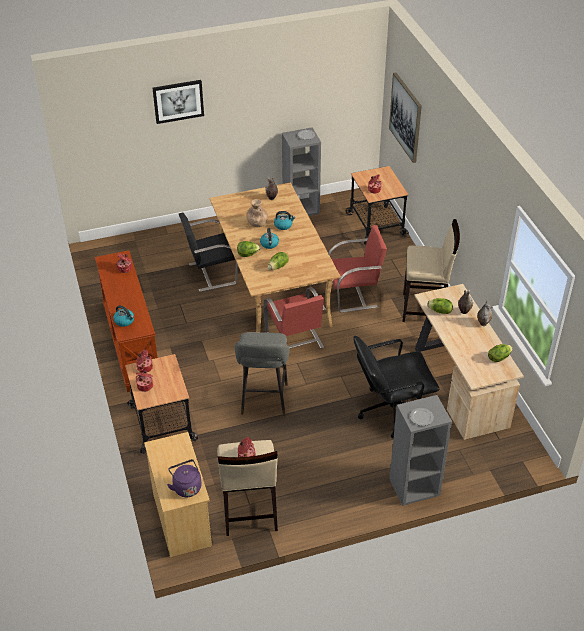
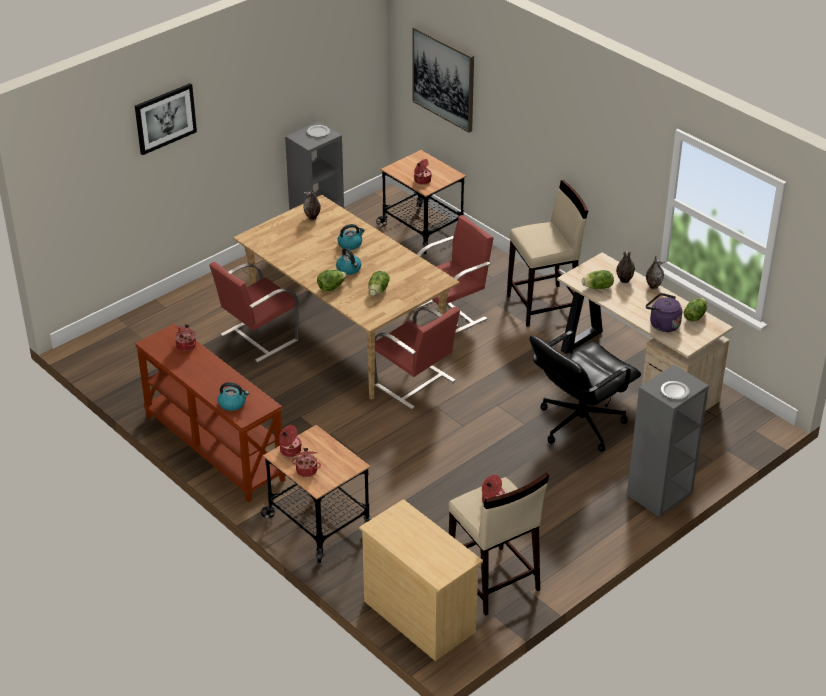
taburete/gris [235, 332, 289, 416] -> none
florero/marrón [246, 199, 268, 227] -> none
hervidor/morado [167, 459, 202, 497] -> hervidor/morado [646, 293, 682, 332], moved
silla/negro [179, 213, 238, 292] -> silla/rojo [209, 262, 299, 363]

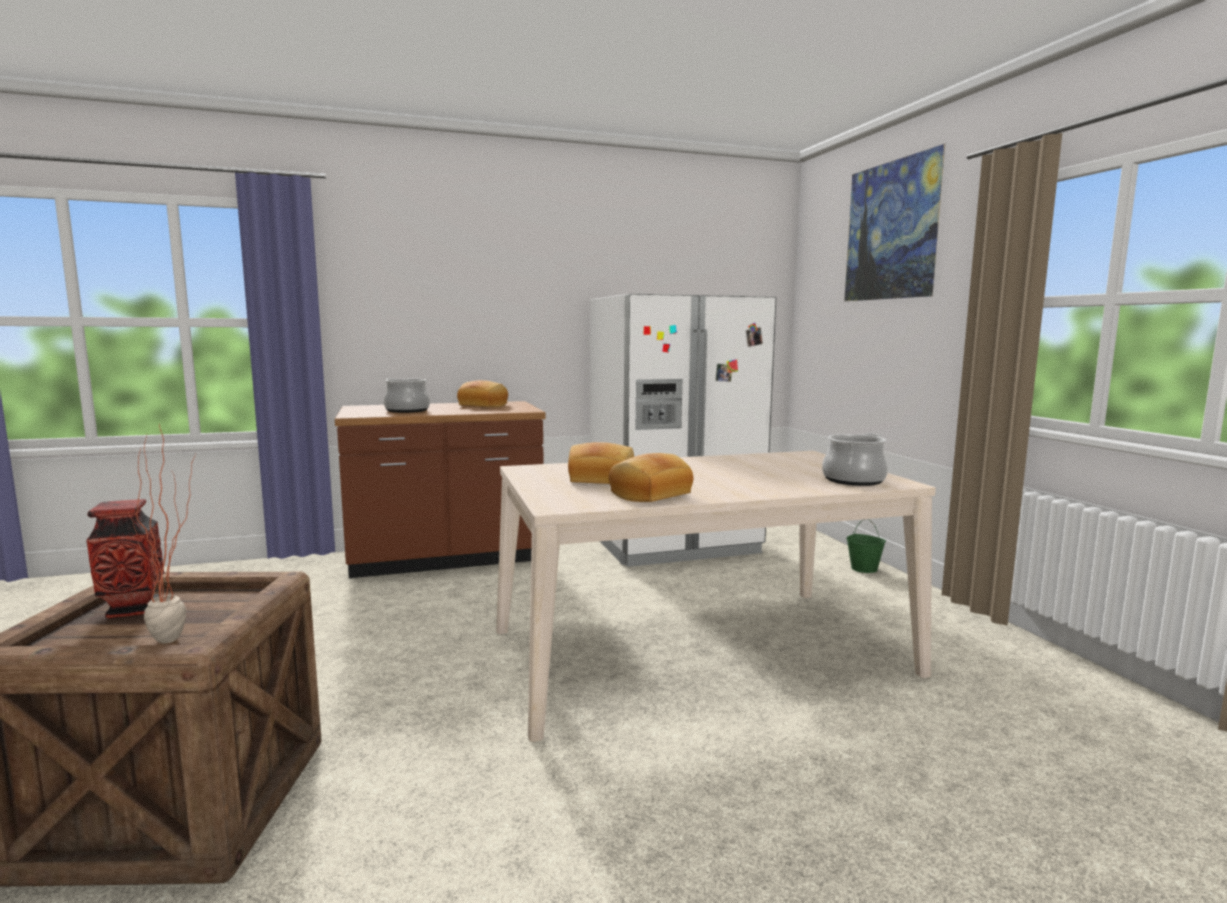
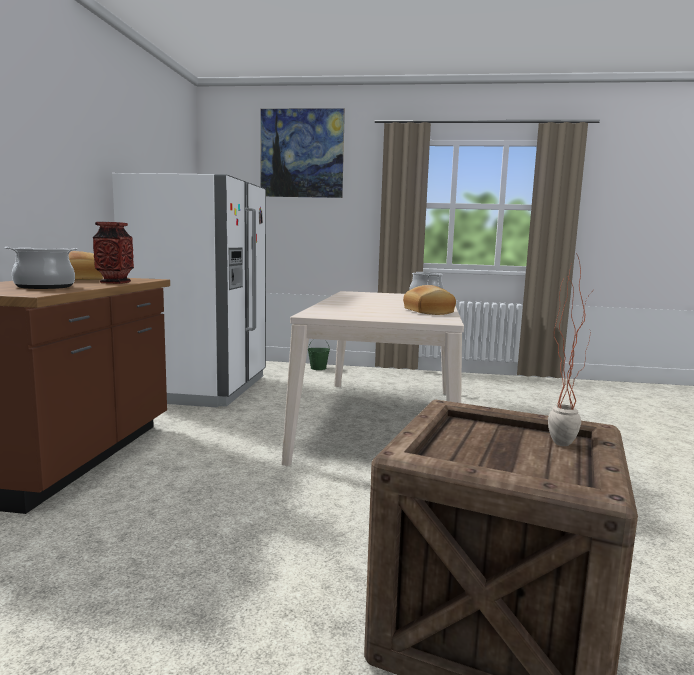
pan [568, 442, 634, 484] -> none
florero [87, 499, 165, 618] -> florero [93, 222, 134, 284], moved

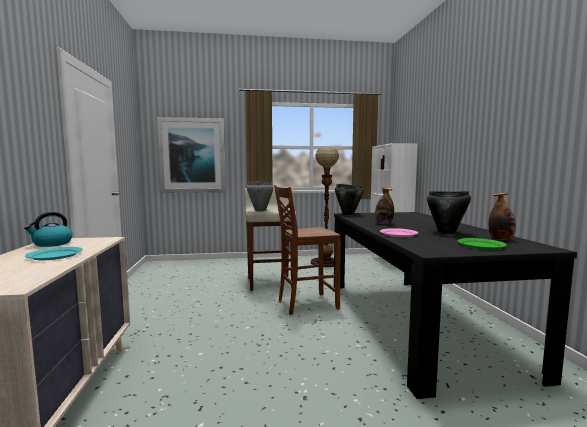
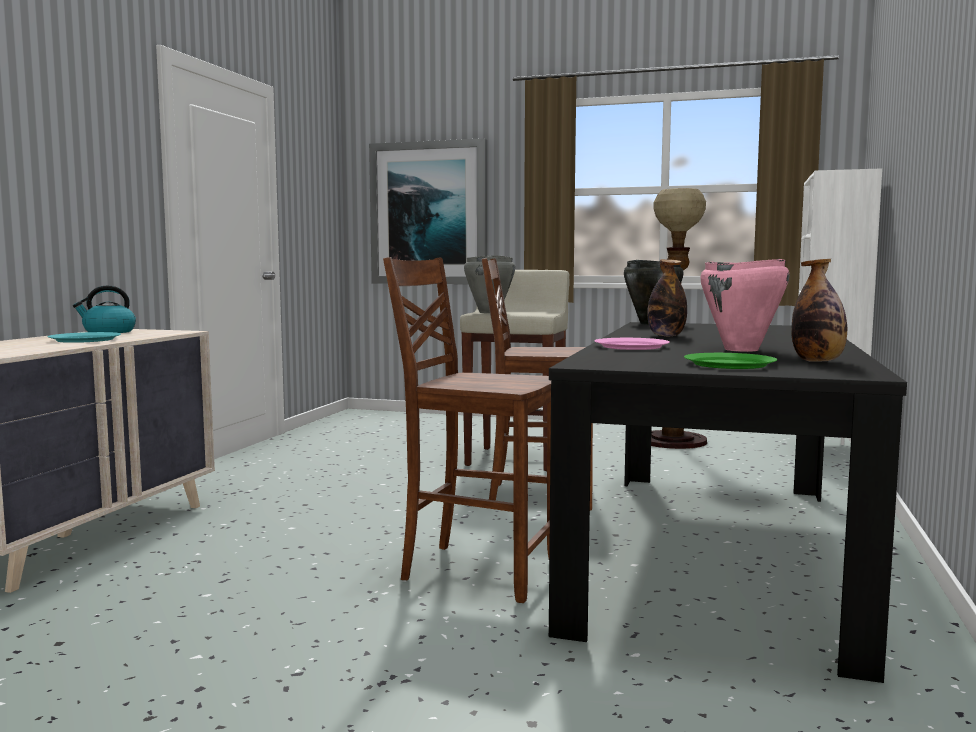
none -> silla/marrón [383, 257, 551, 603]
olla/negro [427, 191, 471, 234] -> olla/rosa [700, 259, 790, 352]

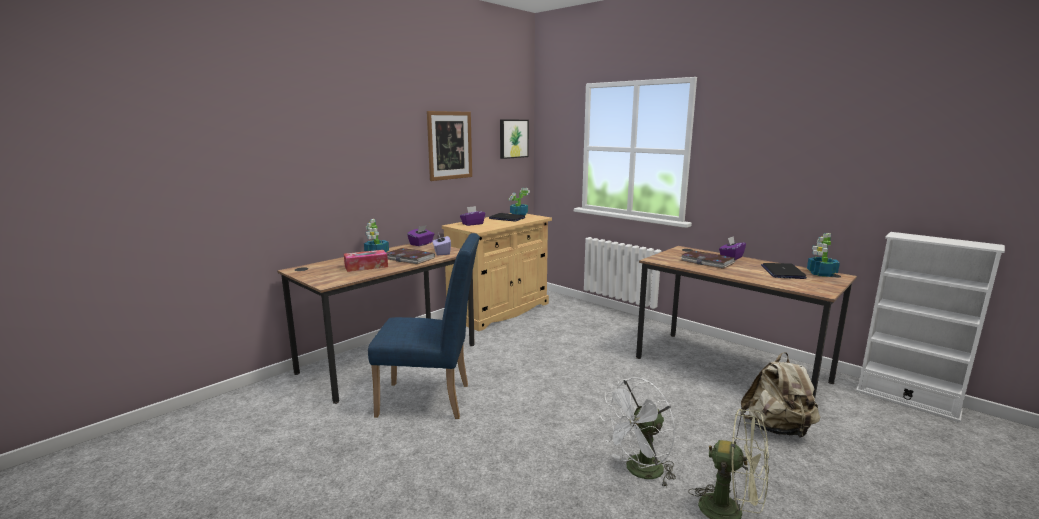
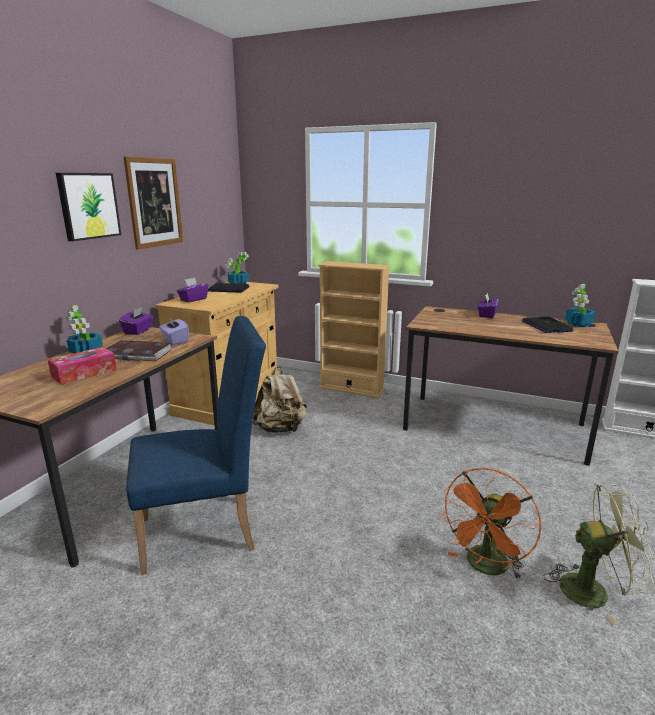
libro [680, 250, 735, 269] -> none
none -> estantería/beis [318, 261, 390, 398]
cuadro [500, 120, 529, 159] -> cuadro [56, 173, 121, 241], moved
mochila/beis [741, 352, 820, 438] -> mochila/beis [252, 366, 307, 433], moved
ventilador/blanco [600, 377, 676, 488] -> ventilador/naranja [440, 468, 541, 581]

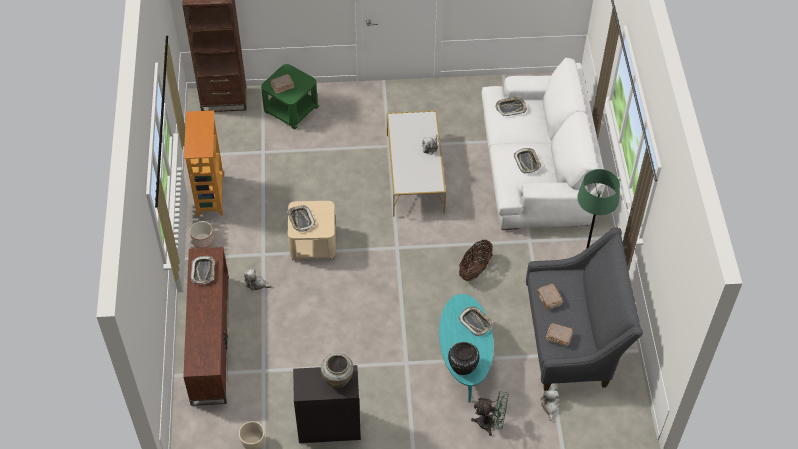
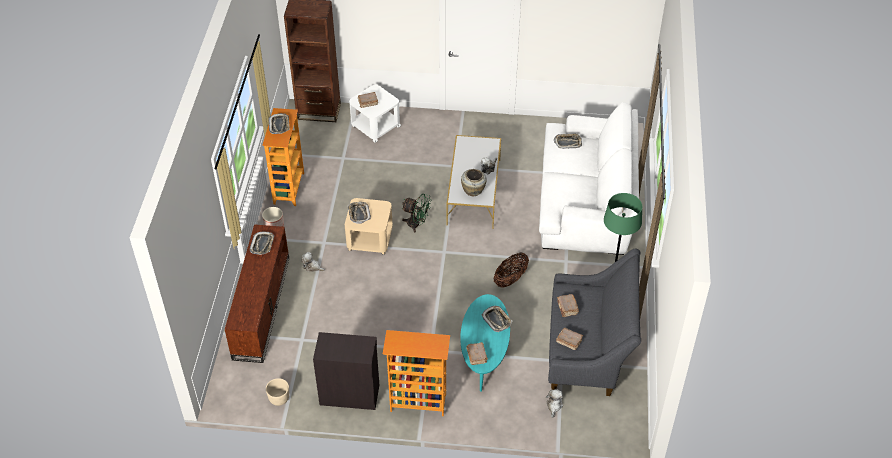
none -> estantería [383, 330, 450, 416]
florero/beis [321, 353, 354, 388] -> florero/beis [461, 169, 487, 196], moved
ventilador/verde [471, 391, 508, 436] -> ventilador/verde [402, 194, 431, 232], moved
bandeja [514, 148, 542, 173] -> bandeja [269, 113, 290, 134], moved
florero/negro [448, 342, 480, 375] -> libro/marrón [466, 342, 488, 365]
mesa auxiliar/verde [261, 64, 319, 130] -> mesa auxiliar/blanco [349, 85, 401, 143]

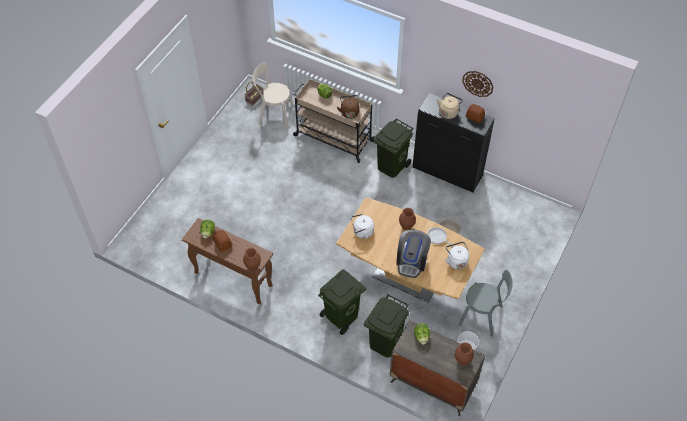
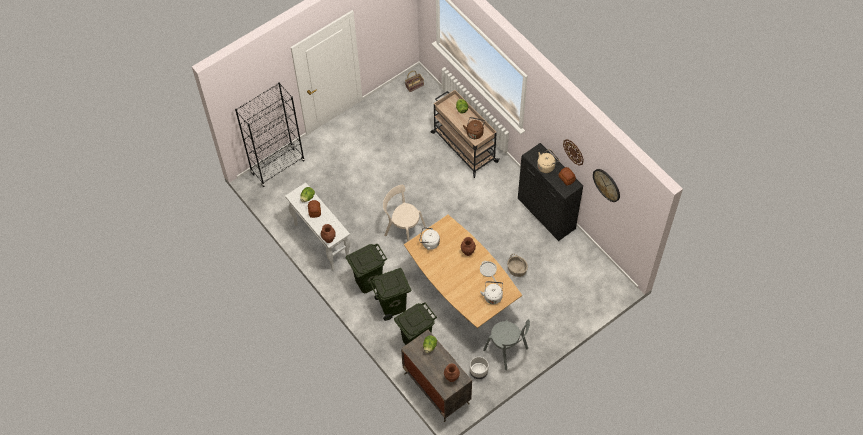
cafetera [396, 230, 431, 278] -> none
none -> estantería/negro [235, 82, 305, 187]
none -> reloj de pared [593, 169, 620, 202]
silla/beis [252, 62, 293, 128] -> silla/beis [383, 185, 426, 242], moved
papelera/verde [372, 119, 414, 178] -> papelera/verde [346, 243, 387, 293], moved
mesa consola/marrón [182, 218, 273, 304] -> mesa consola/blanco [285, 182, 350, 270]

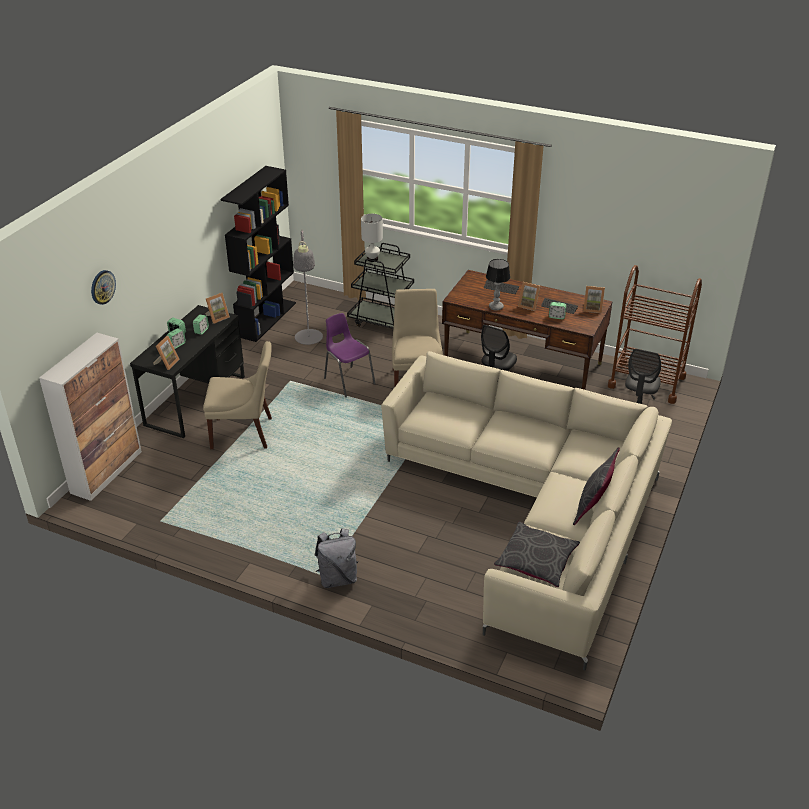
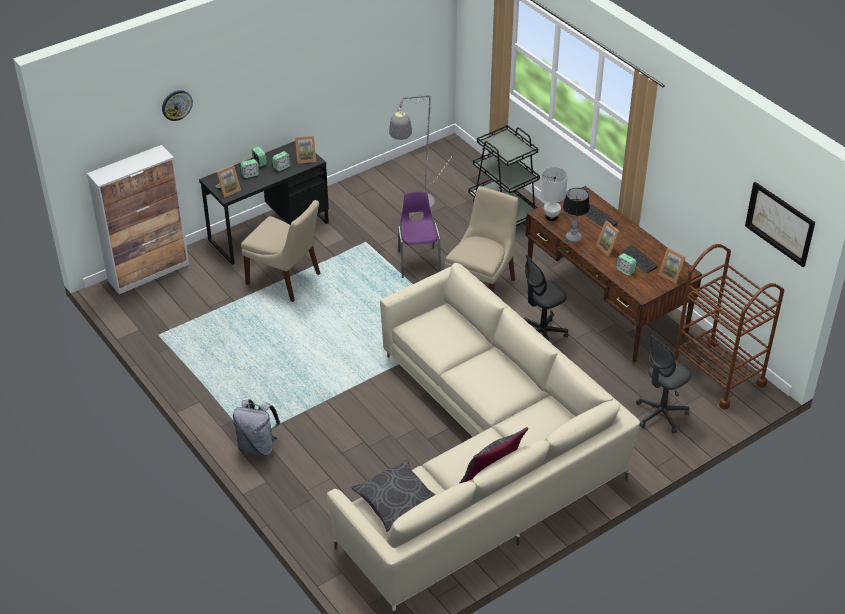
estantería/negro [220, 166, 296, 342] -> none
none -> cuadro [745, 182, 815, 267]
lámpara de mesa/blanco [361, 214, 383, 262] -> lámpara de mesa/blanco [541, 167, 568, 221], moved

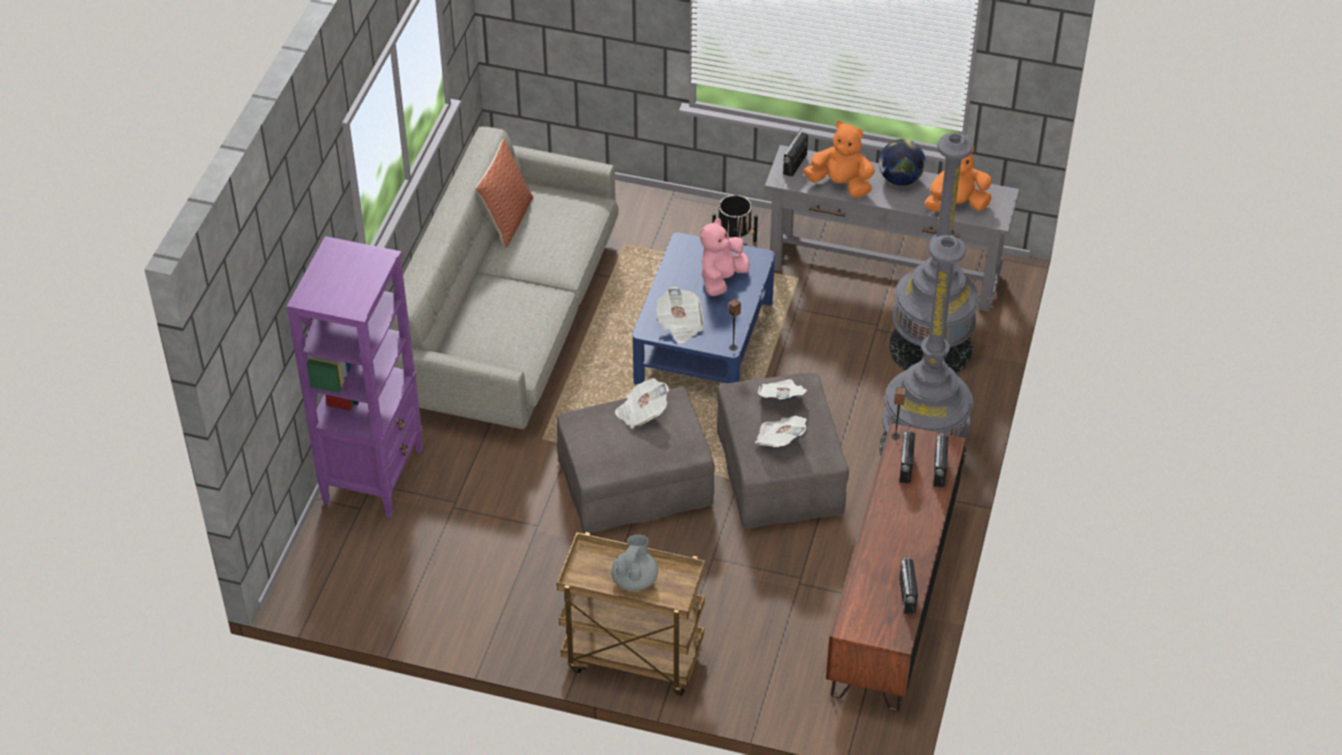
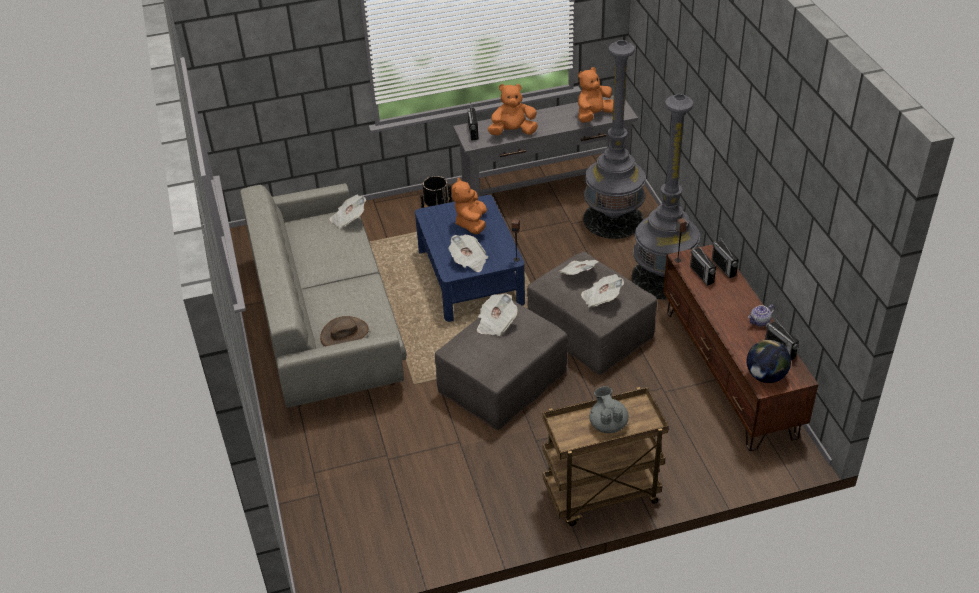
estantería/morado [287, 236, 423, 518] -> none
cojín [475, 139, 533, 248] -> none
none -> sombrero/marrón [320, 316, 369, 347]
none -> periódico [330, 195, 366, 229]
none -> tetera [748, 304, 775, 327]
globo terráqueo [879, 139, 926, 186] -> globo terráqueo [747, 340, 791, 383], moved
peluche/rosa [700, 218, 749, 296] -> peluche/naranja [452, 177, 487, 234]

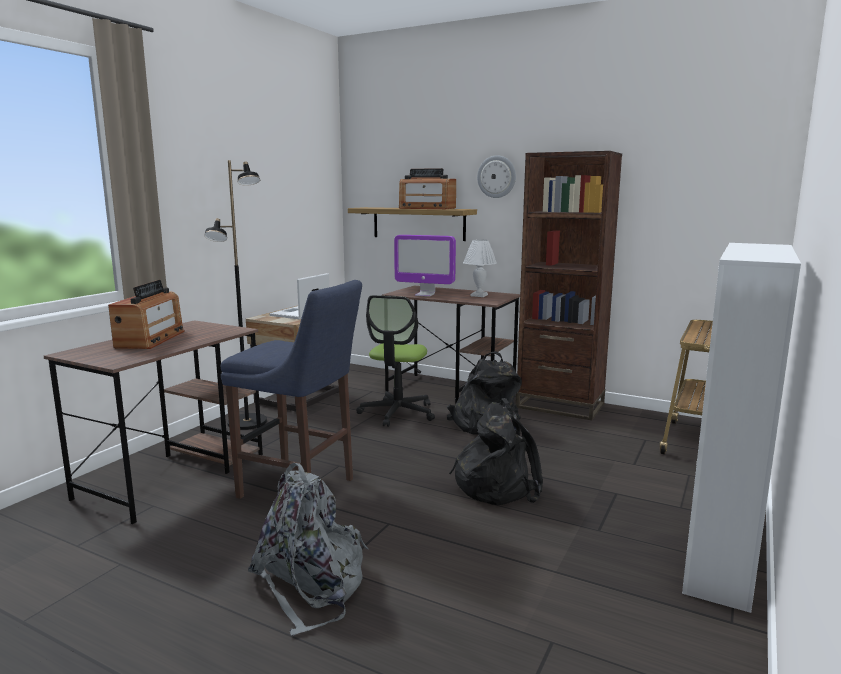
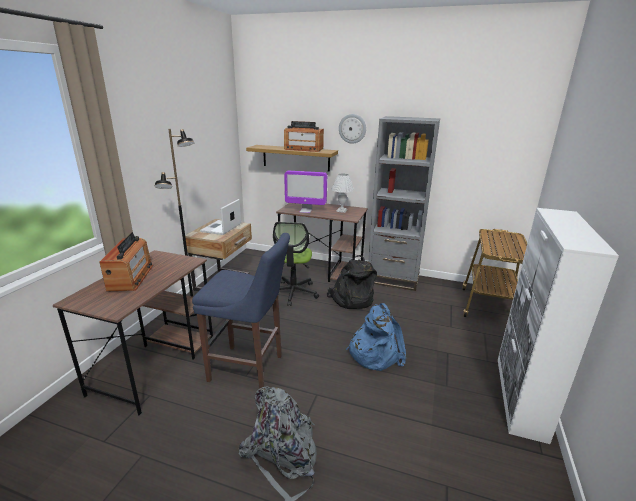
mochila/negro [449, 398, 543, 505] -> mochila/azul [346, 303, 406, 371]
estantería/marrón [516, 151, 622, 420] -> estantería/gris [368, 116, 440, 291]

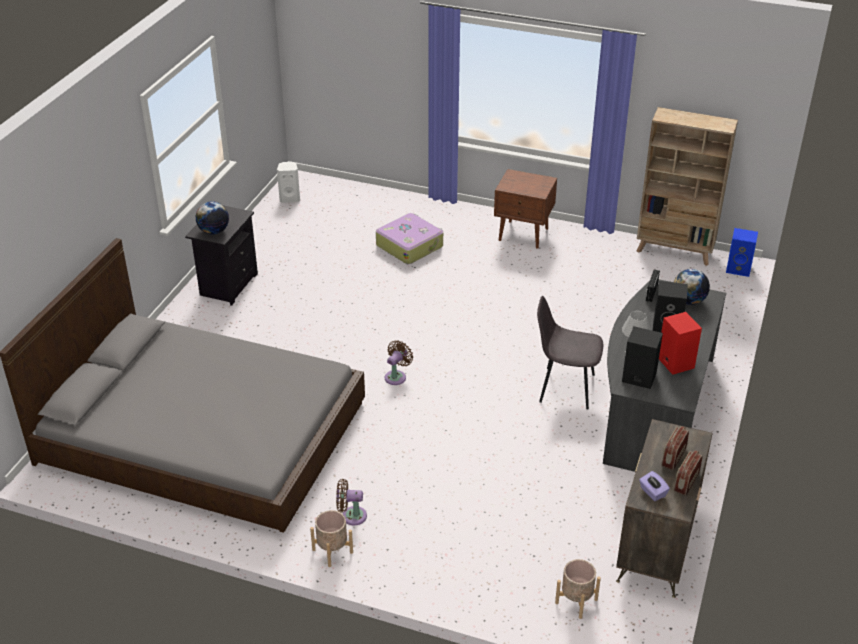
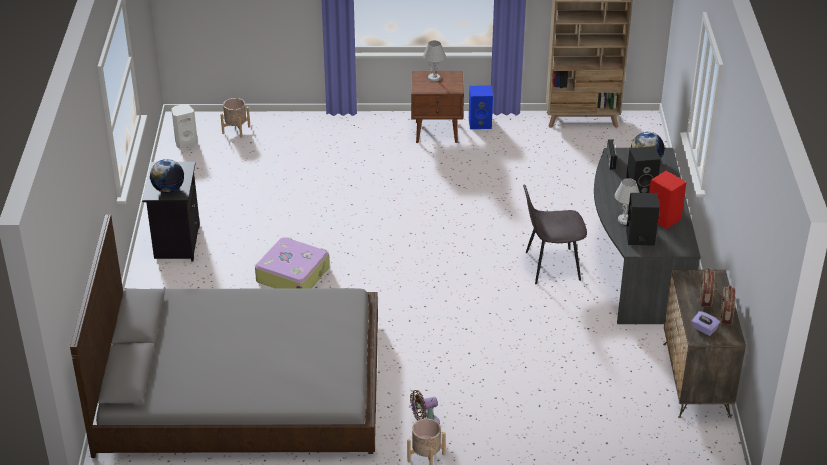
ventilador/marrón [385, 340, 413, 385] -> none
none -> lámpara de mesa/blanco [423, 40, 446, 82]
maleta [376, 213, 443, 264] -> maleta [255, 237, 329, 289], moved
maceta/beis [555, 559, 601, 619] -> maceta/beis [220, 98, 250, 138], moved
altavoz/azul [726, 228, 758, 277] -> altavoz/azul [469, 85, 493, 129], moved

